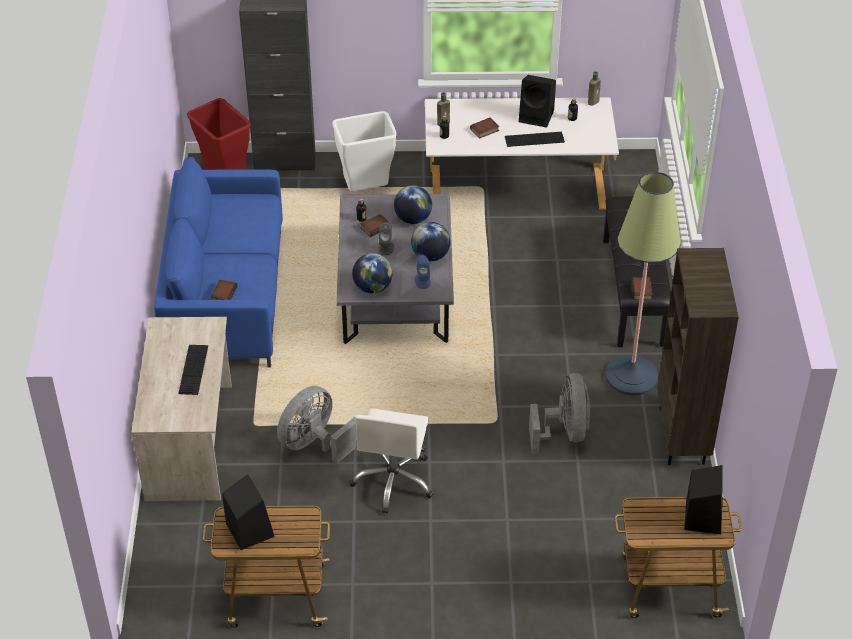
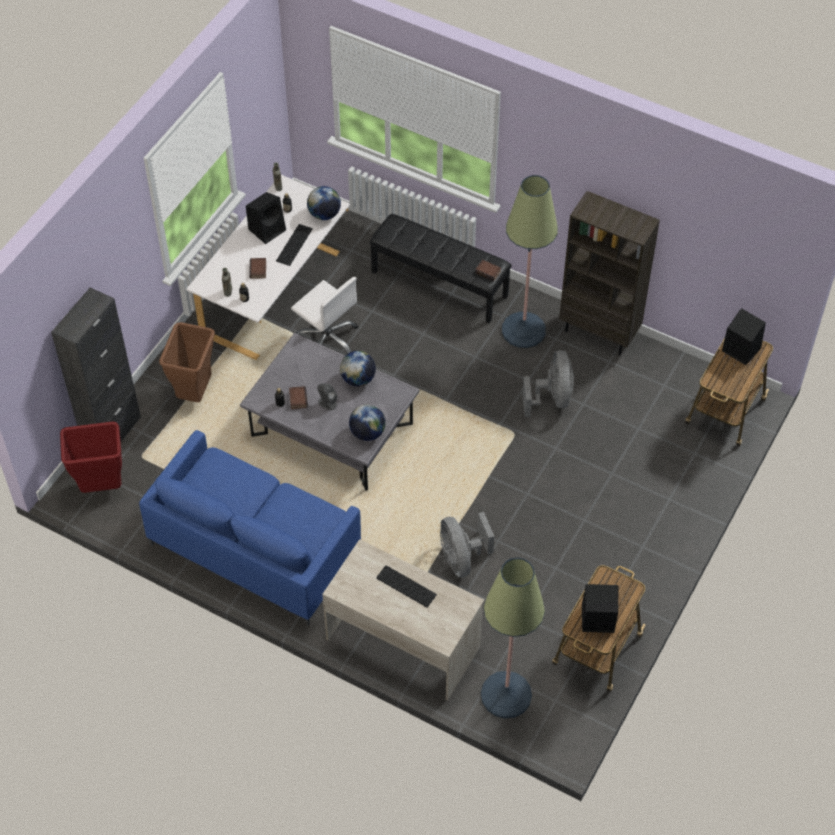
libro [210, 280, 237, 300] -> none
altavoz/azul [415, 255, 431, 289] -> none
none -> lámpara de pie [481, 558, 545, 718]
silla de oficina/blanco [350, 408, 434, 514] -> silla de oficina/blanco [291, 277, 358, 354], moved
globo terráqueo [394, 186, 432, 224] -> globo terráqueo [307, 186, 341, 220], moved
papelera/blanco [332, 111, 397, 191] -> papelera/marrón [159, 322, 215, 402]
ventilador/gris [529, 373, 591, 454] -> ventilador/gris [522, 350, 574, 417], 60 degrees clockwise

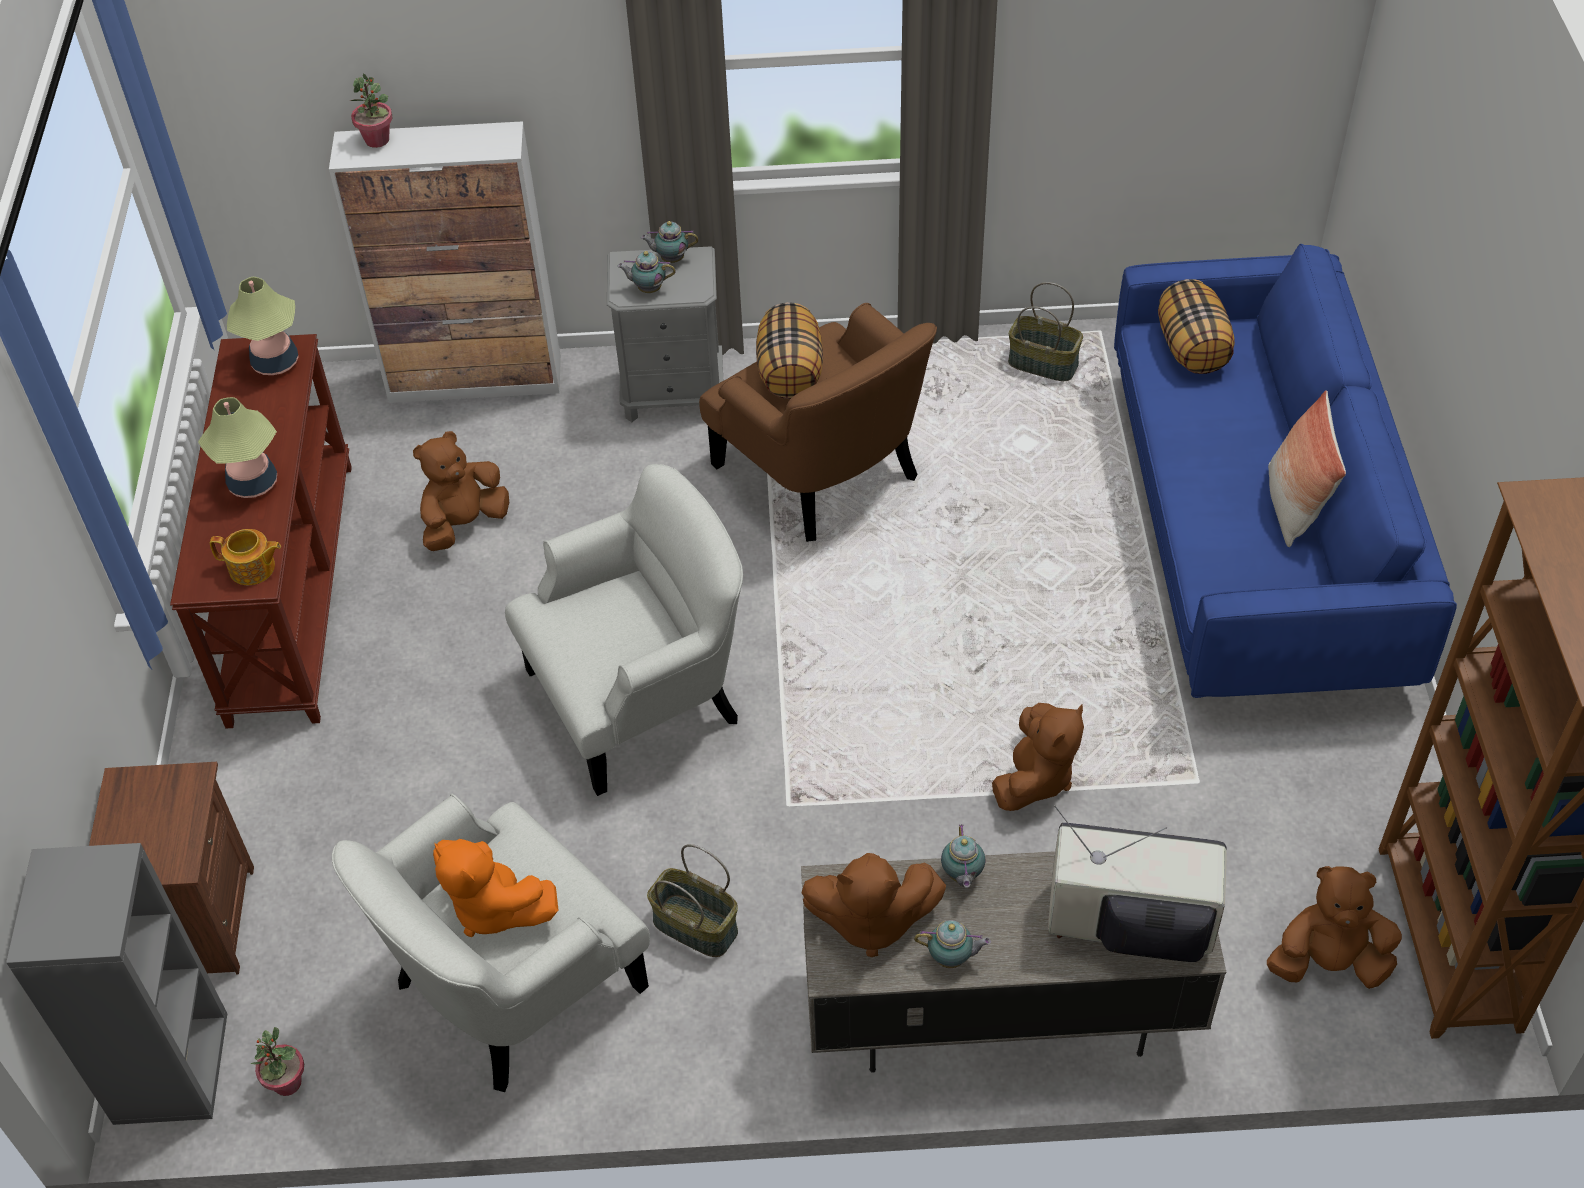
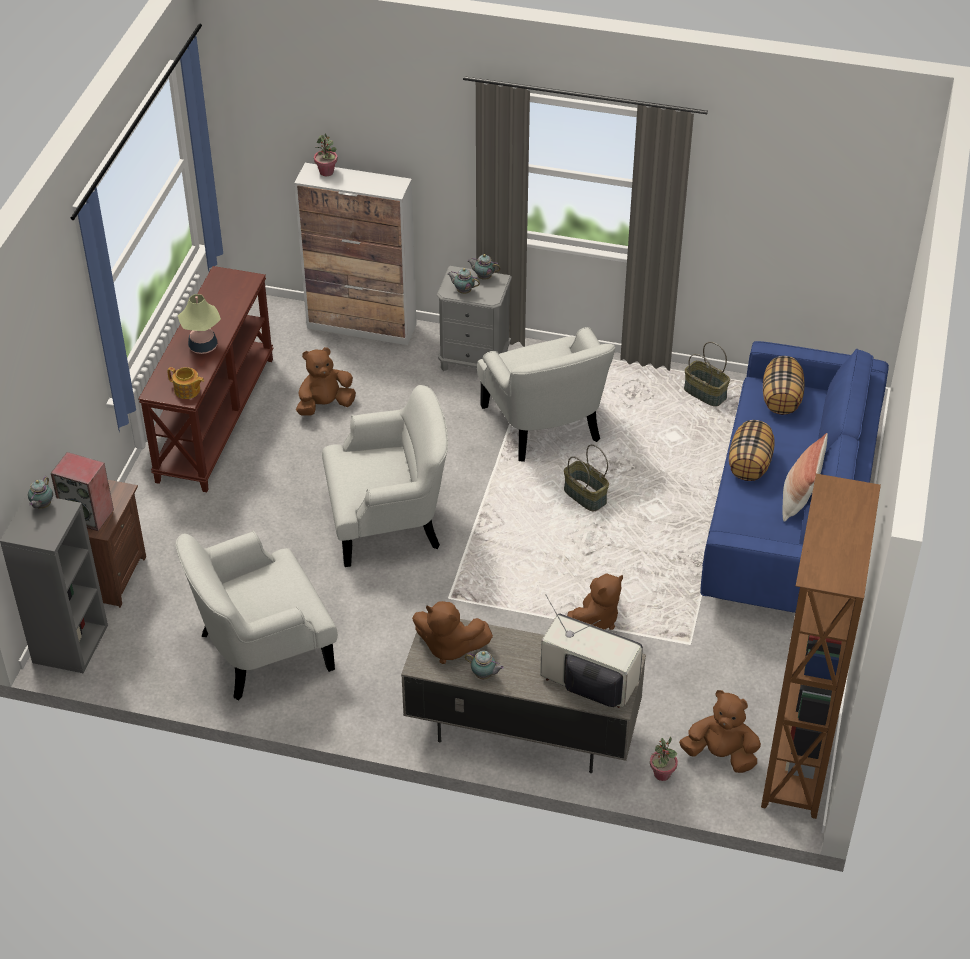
lámpara de mesa [227, 277, 299, 375] -> none
peluche/naranja [433, 839, 559, 937] -> none
none -> altavoz [51, 452, 114, 531]
planta en maceta [251, 1027, 304, 1096] -> planta en maceta [650, 736, 678, 781], moved
cesta [647, 844, 738, 957] -> cesta [564, 444, 609, 511], moved
cojín [756, 302, 823, 399] -> cojín [729, 420, 775, 481], moved
tetera [941, 824, 985, 888] -> tetera [28, 476, 53, 509], moved
sillón/marrón [699, 303, 937, 542] -> sillón/blanco [477, 327, 616, 462]

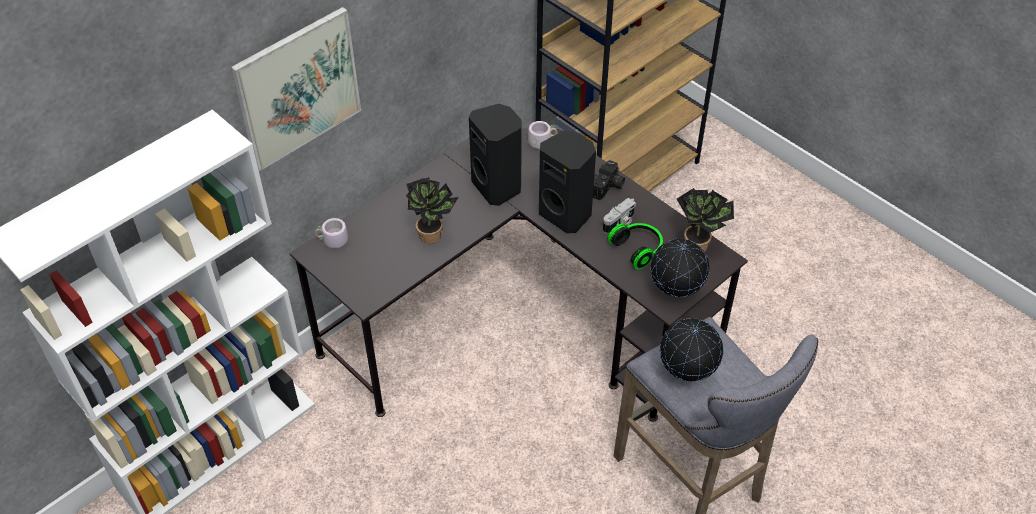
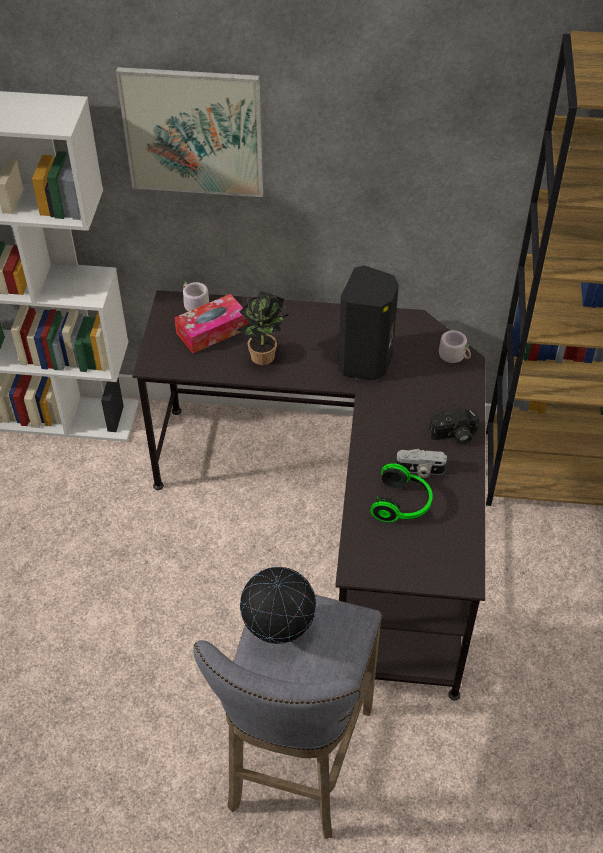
altavoz/negro [539, 130, 596, 234] -> none
globo terráqueo [650, 238, 710, 297] -> none
planta en maceta [677, 188, 734, 252] -> none
none -> caja de pañuelos [174, 294, 248, 353]

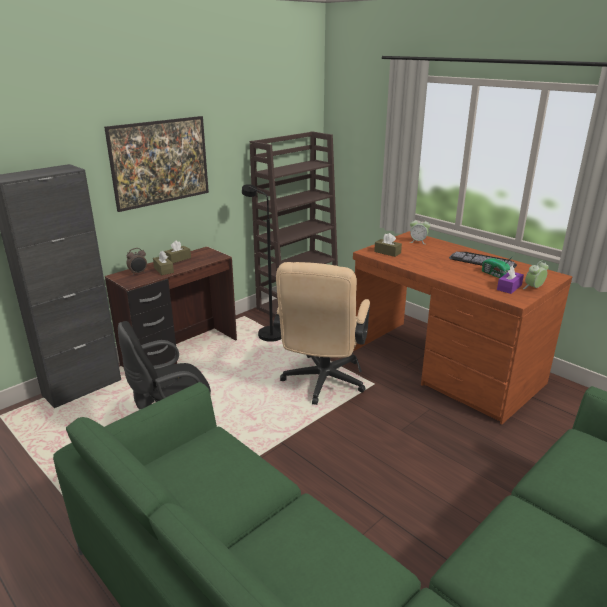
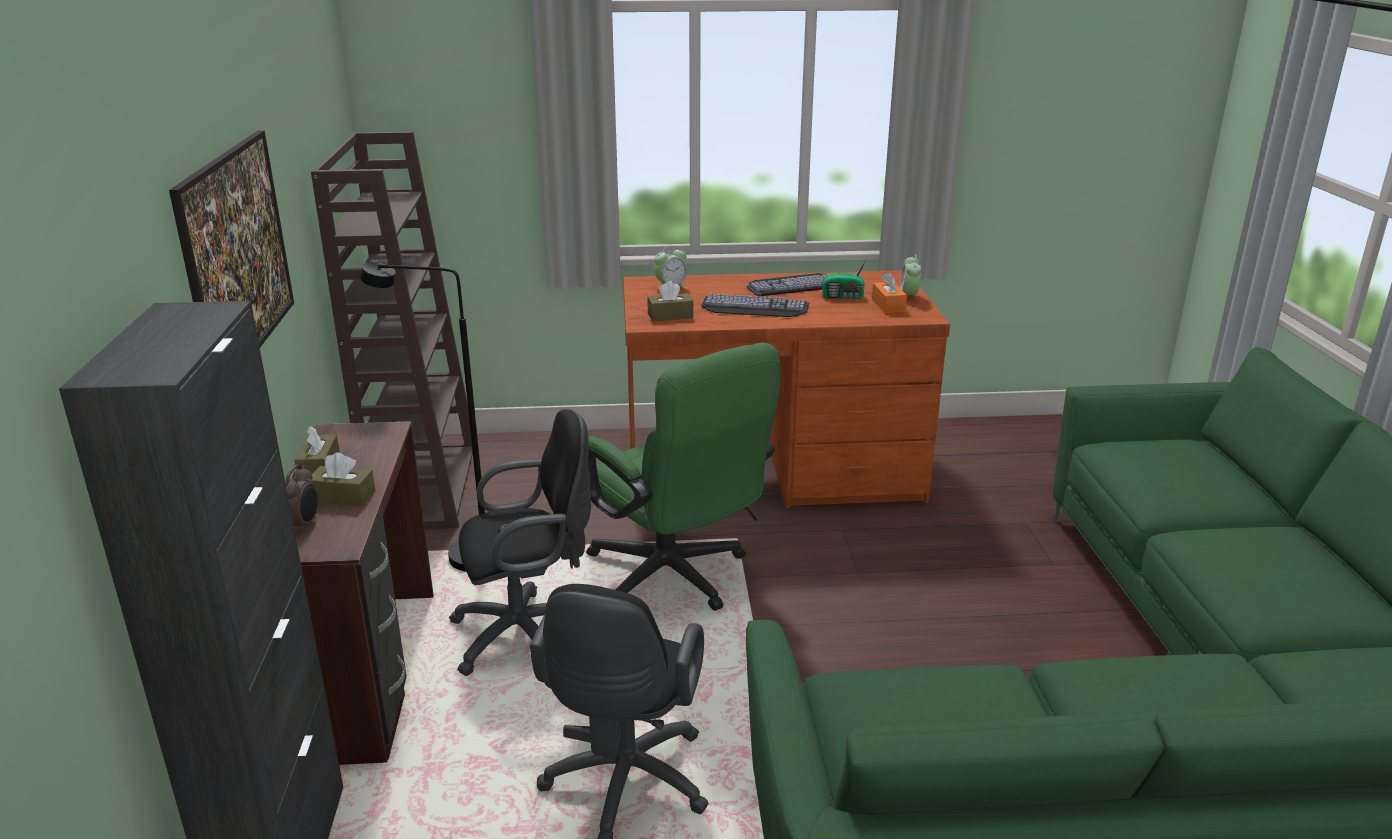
none -> silla de oficina/negro [449, 409, 591, 676]
none -> teclado [701, 293, 809, 317]
silla de oficina/beis [273, 262, 370, 405] -> silla de oficina/verde [586, 343, 781, 611]
caja de pañuelos/morado [497, 265, 524, 294] -> caja de pañuelos/naranja [872, 272, 907, 313]

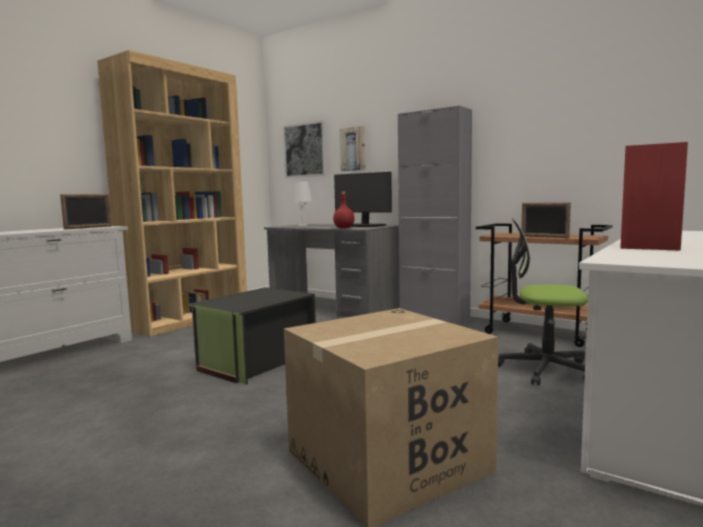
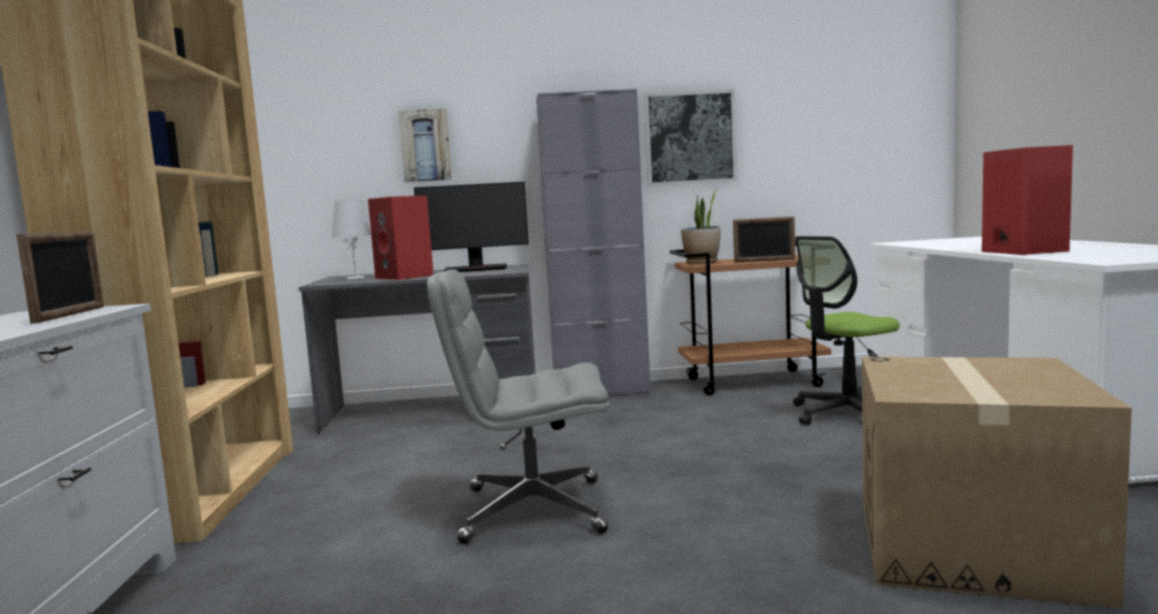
botella/rojo [333, 191, 355, 228] -> none
none -> altavoz/rojo [368, 195, 434, 280]
none -> planta en maceta [681, 189, 721, 264]
cuadro [283, 121, 327, 178] -> cuadro [644, 89, 737, 186], moved
caja de almacenaje/negro [189, 287, 316, 385] -> silla de oficina/gris [427, 270, 610, 544]

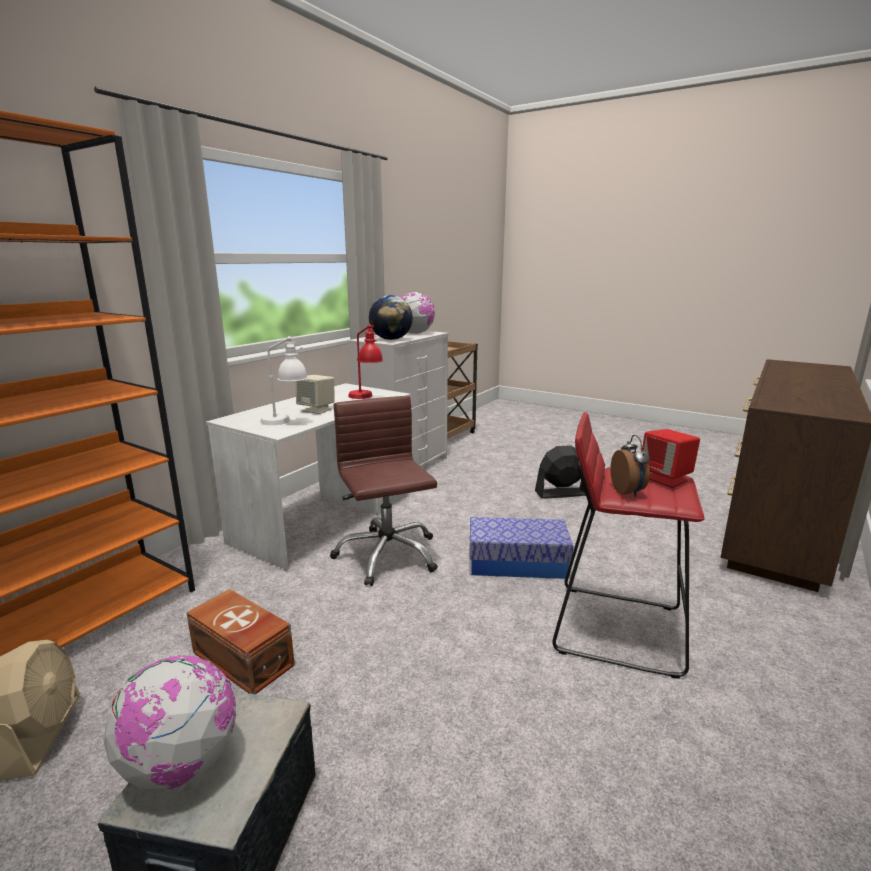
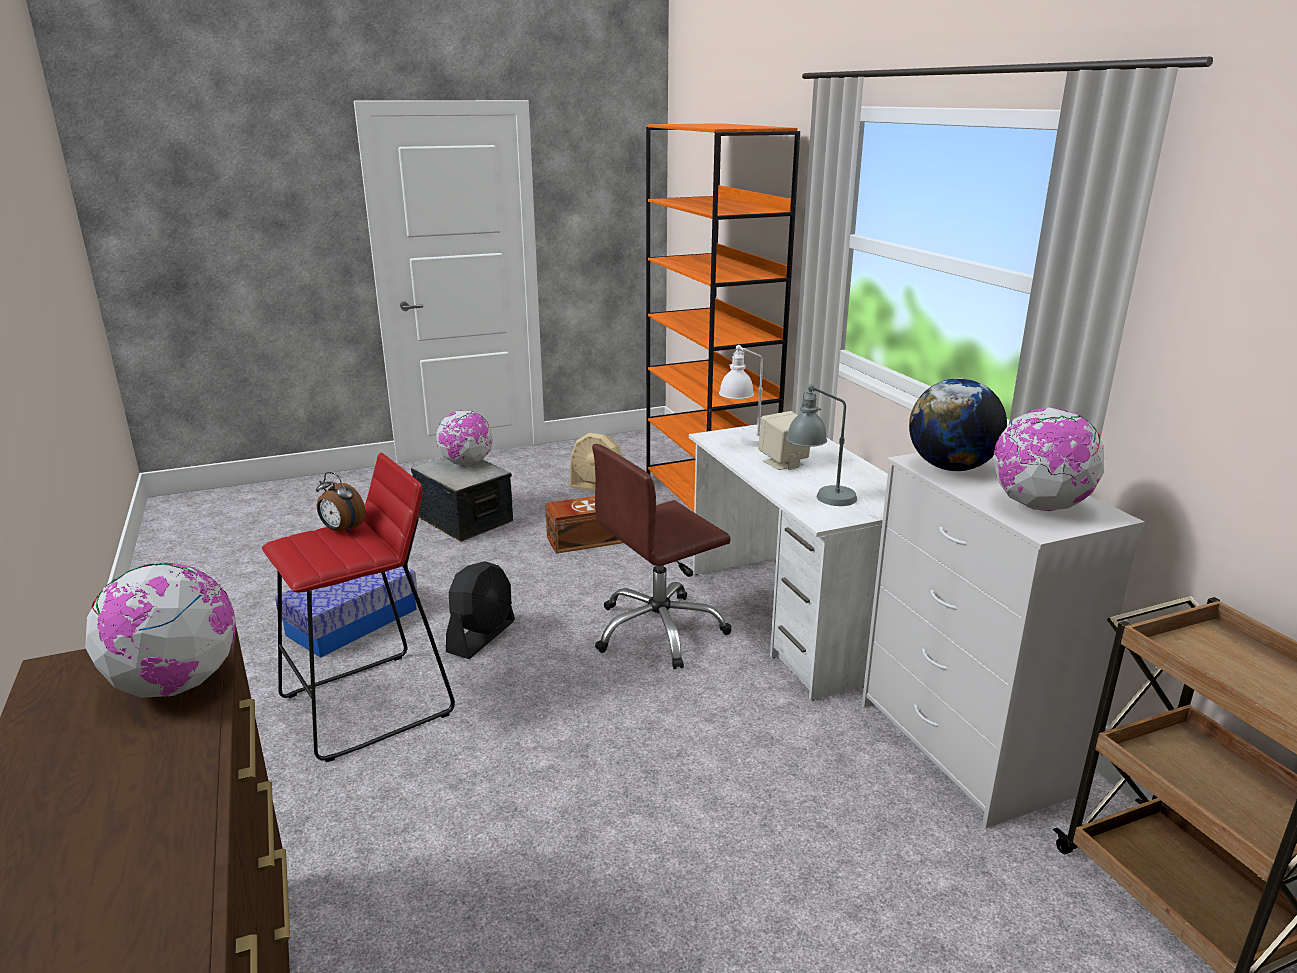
altavoz/rojo [642, 429, 700, 488] -> none
none -> globo terráqueo [85, 562, 236, 698]
caja de almacenaje [469, 517, 574, 579] -> caja de almacenaje [275, 566, 417, 658], moved
ventilador/negro [535, 445, 586, 499] -> ventilador/negro [446, 561, 515, 659], moved
lámpara de mesa/rojo [348, 324, 383, 399] -> lámpara de mesa/gris [786, 384, 857, 506]
silla de oficina/marrón [330, 396, 438, 586] -> silla de oficina/marrón [592, 444, 731, 669], 135 degrees clockwise

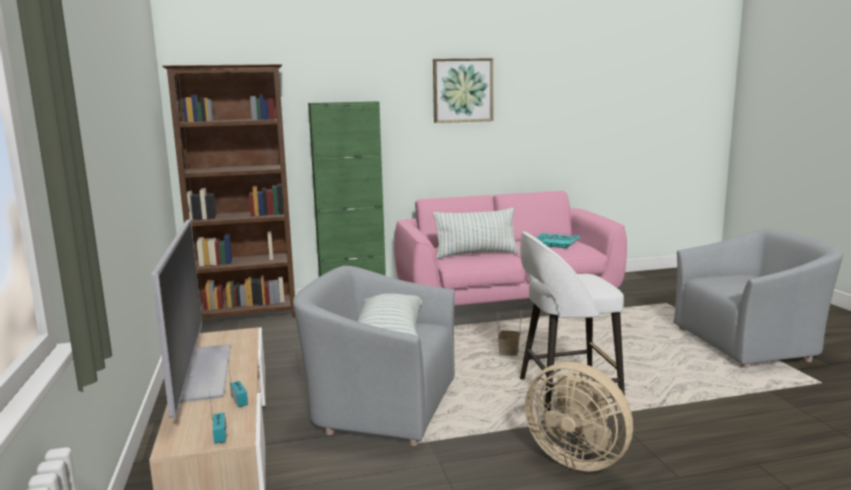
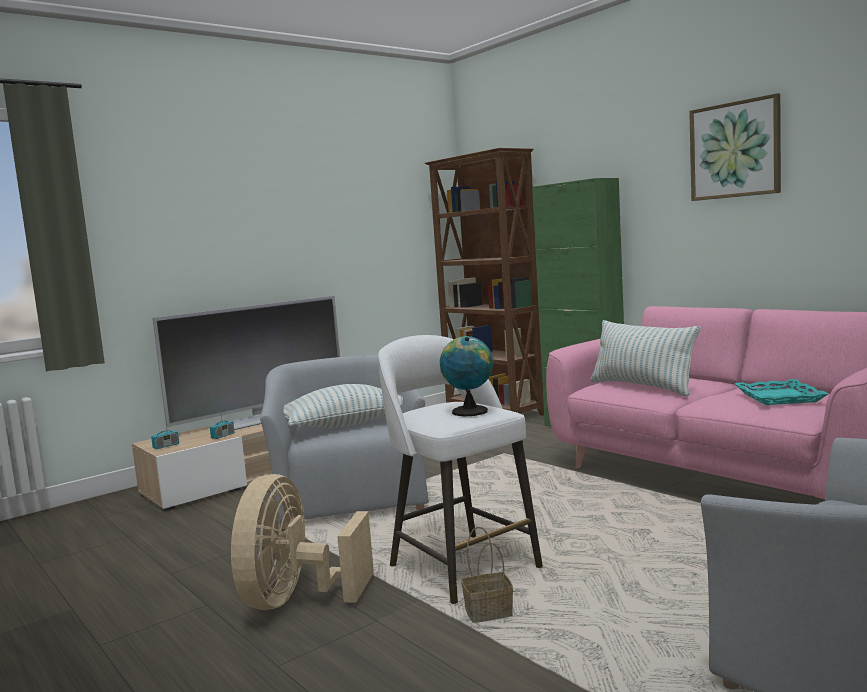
none -> globo terráqueo [440, 336, 493, 416]
cesta [497, 308, 522, 356] -> cesta [461, 527, 513, 623], moved

